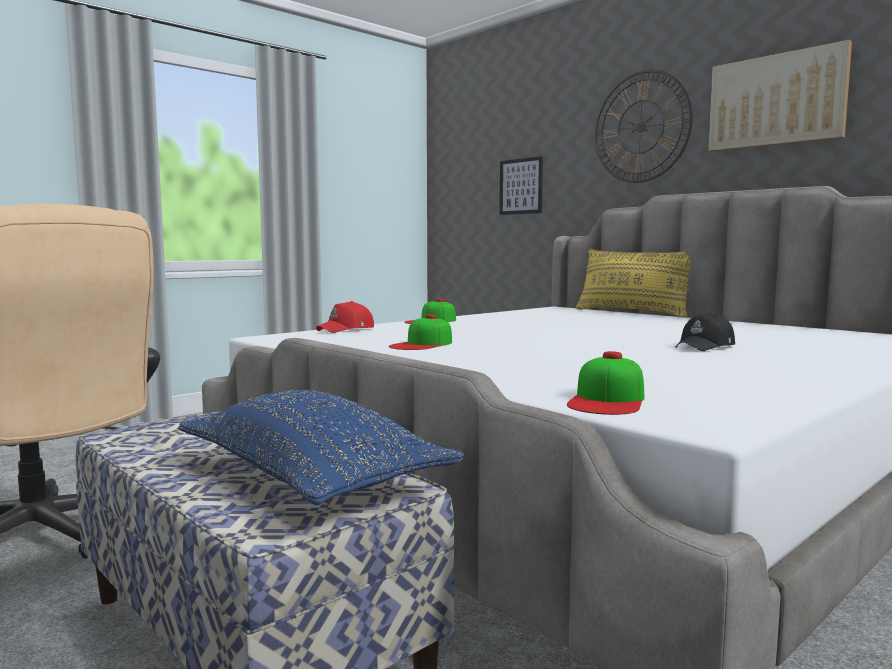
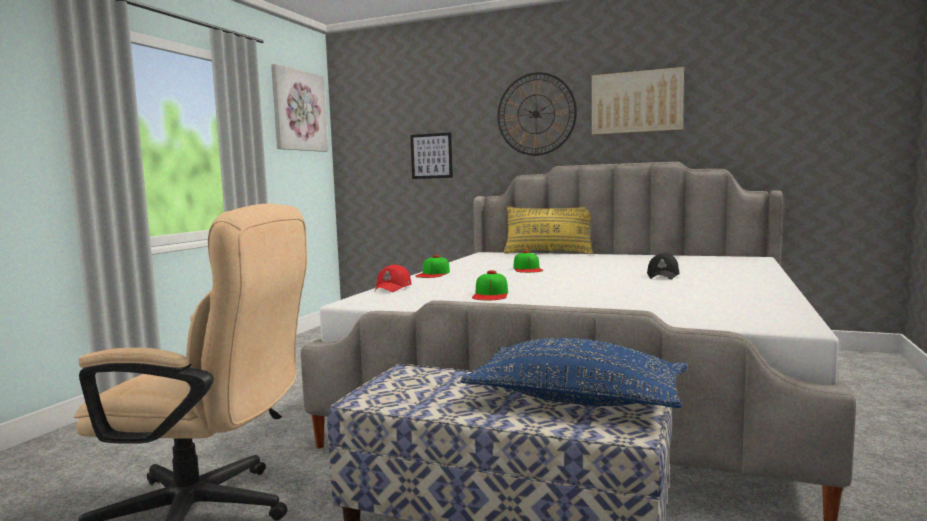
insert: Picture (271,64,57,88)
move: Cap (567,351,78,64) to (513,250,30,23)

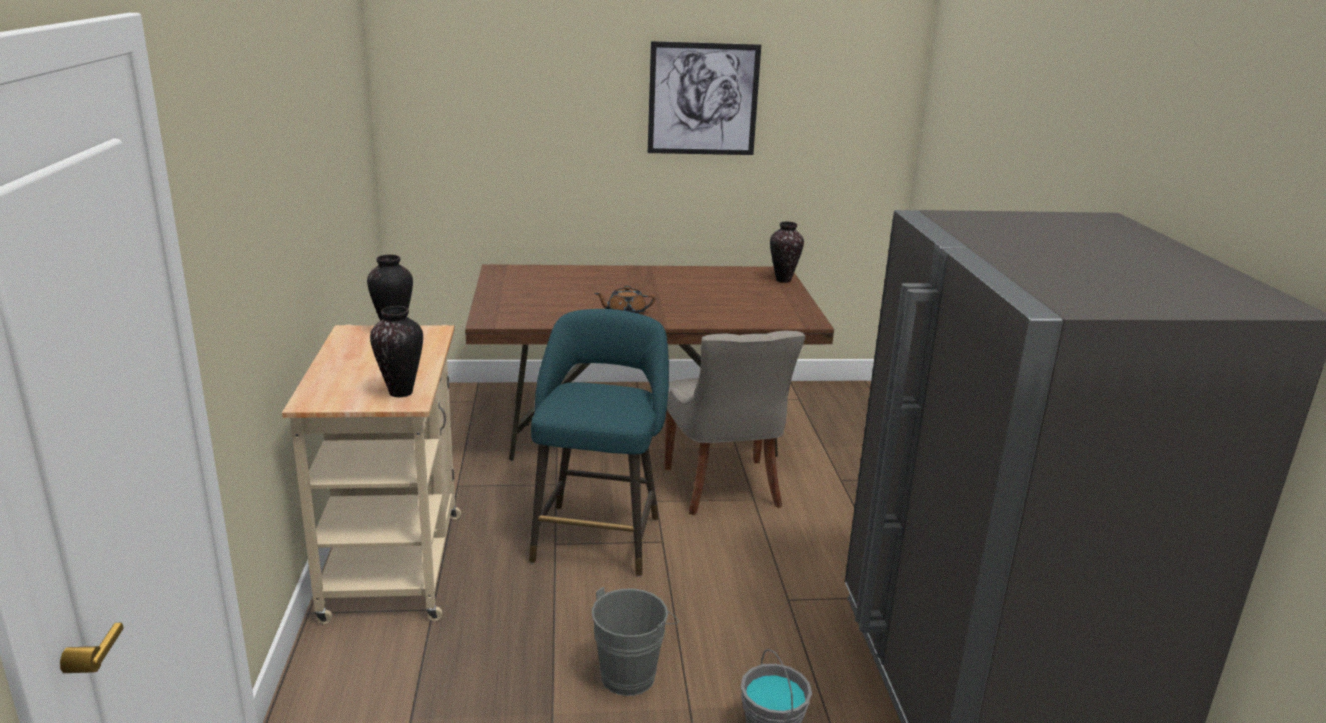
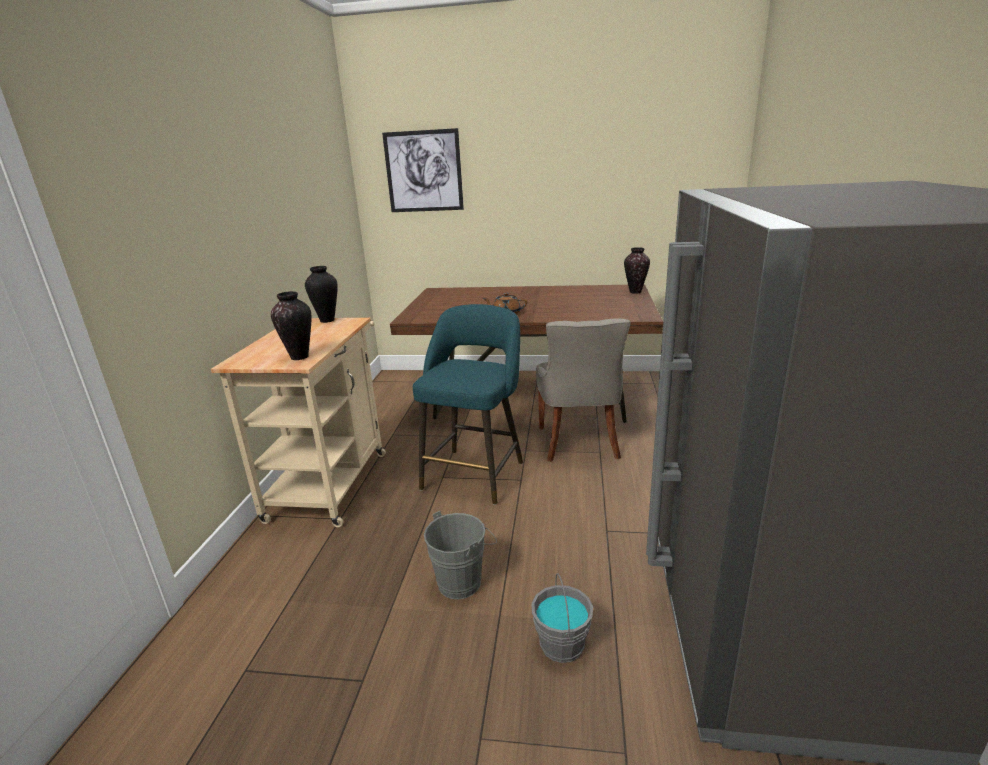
move: Picture (648,41,113,114) to (382,128,82,84)

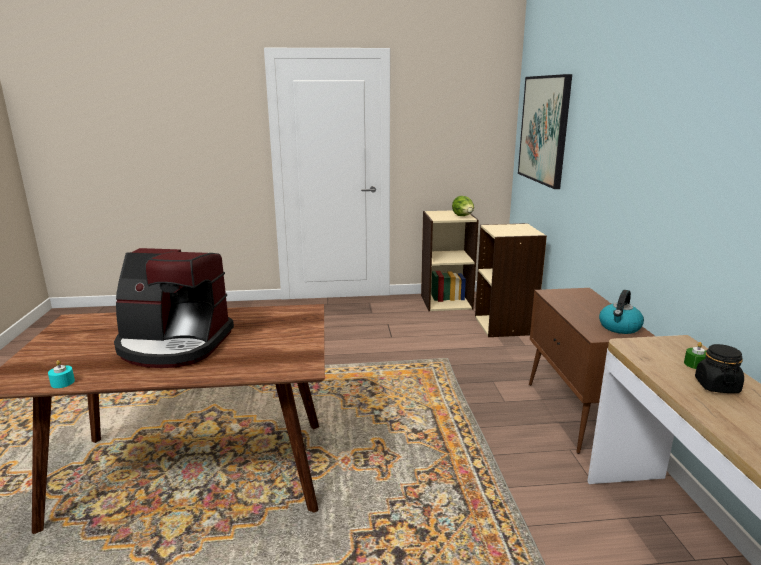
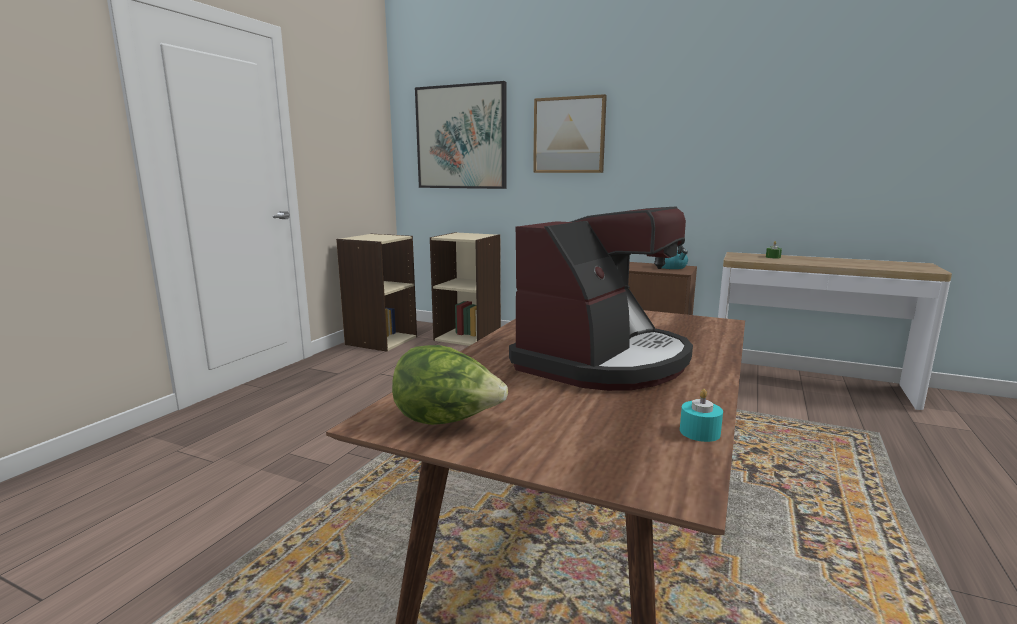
delete: BlackJar (695,344,49,49)
insert: Picture (533,94,74,79)
move: Lettuce (452,196,22,20) to (392,345,116,80)

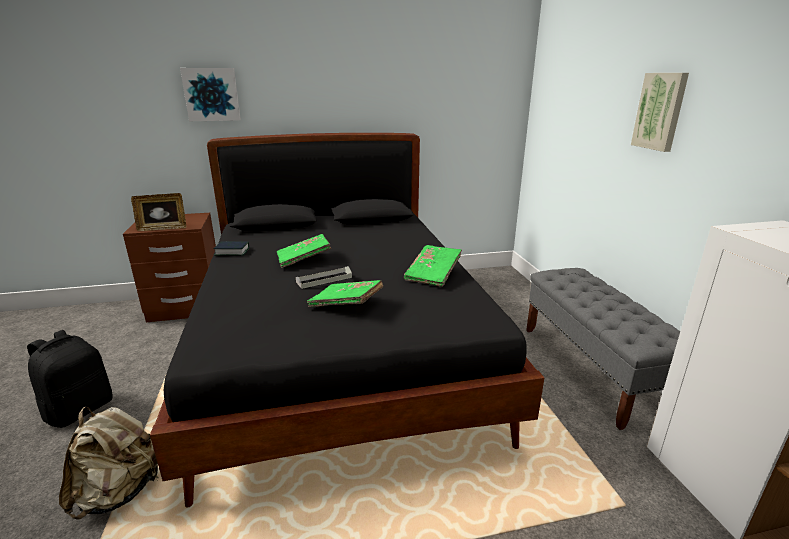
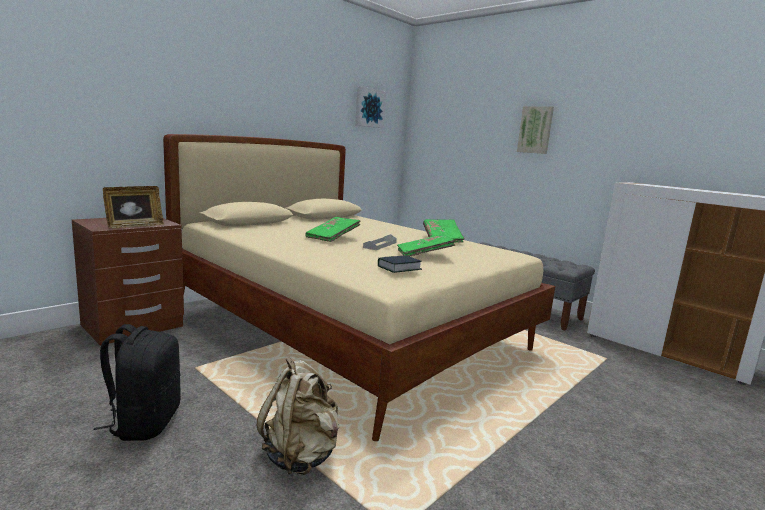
move: Picture (180,68,61,53) to (355,87,31,41); Book (214,241,35,14) to (378,255,44,18)
recolor: BlackBed (150,133,394,375) to BeigeBed (163,134,392,307)

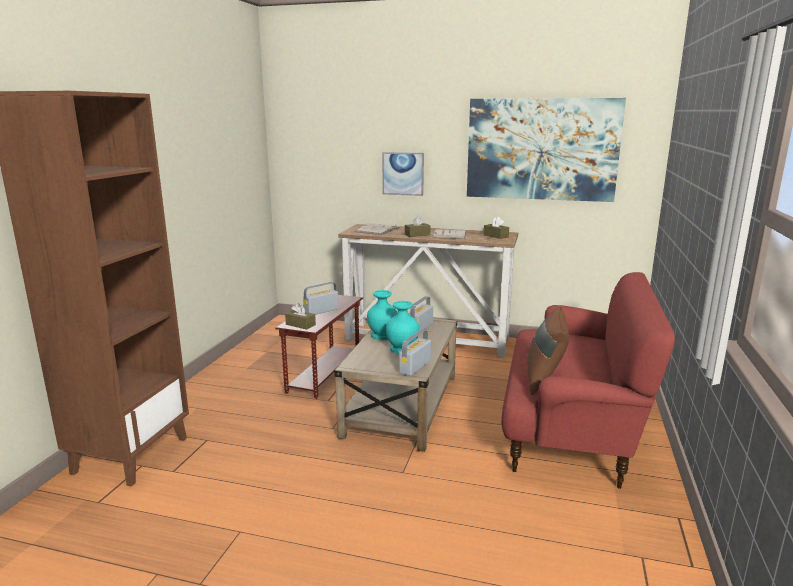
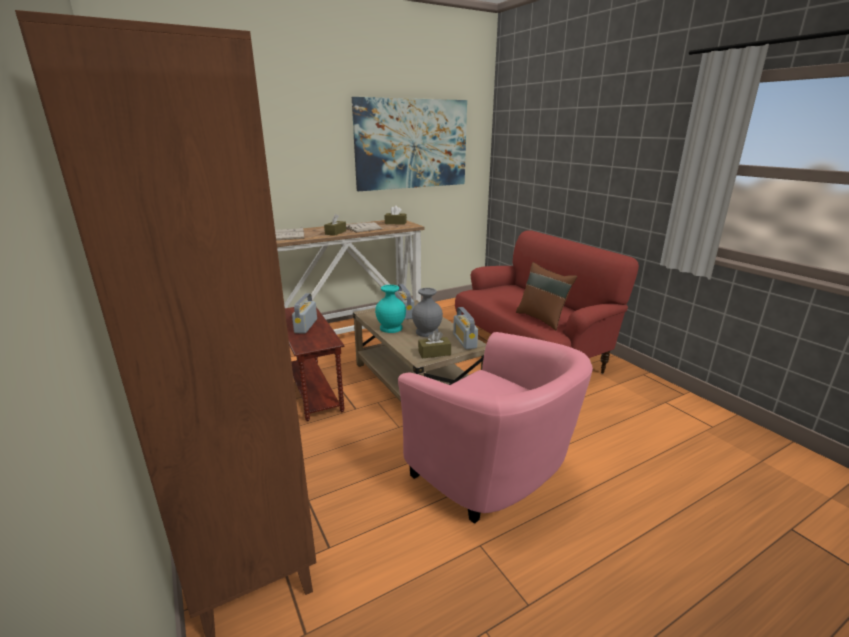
delete: Picture (382,152,42,44)
insert: PinkArmchair (398,332,195,192)
move: BrownTissueBox (285,303,31,27) to (418,330,33,28)
recolor: TurquoiseVase (386,301,33,53) to GreyVase (412,288,31,49)

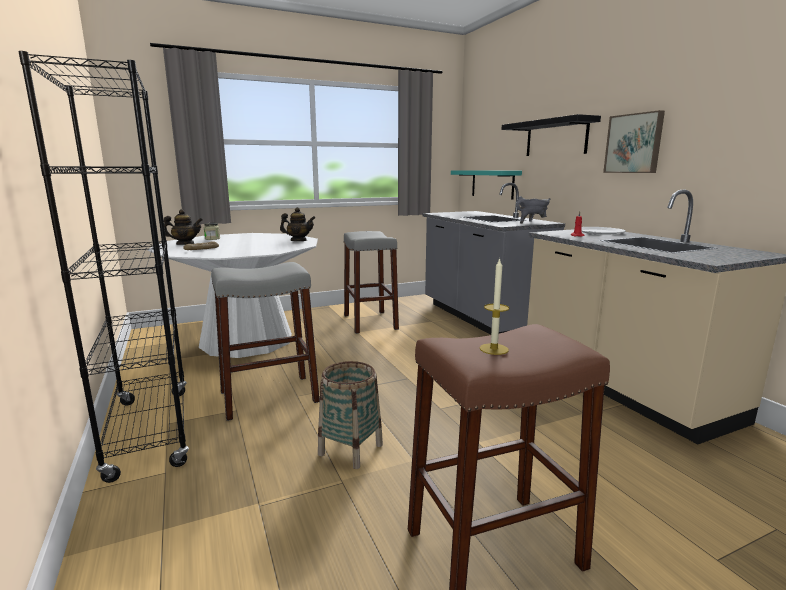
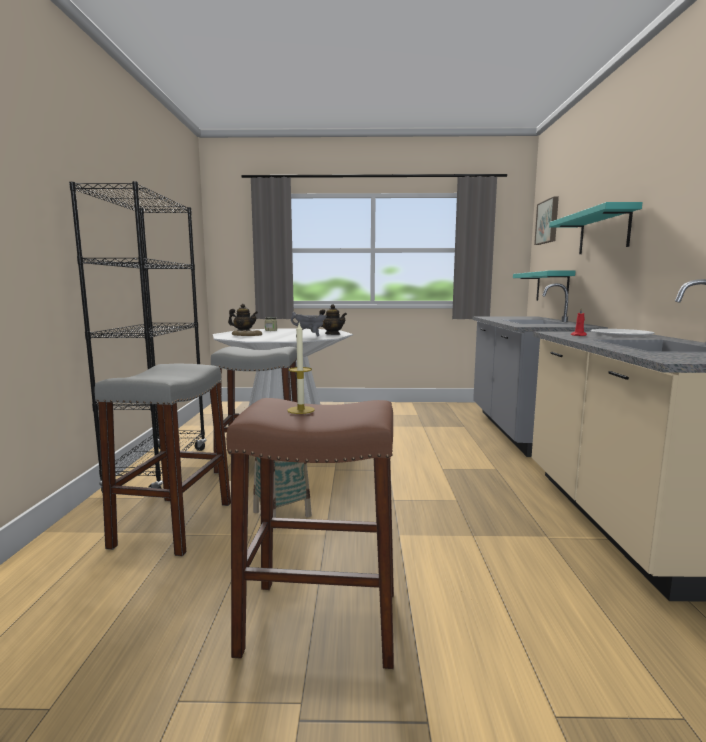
move: GreyStool (343,231,56,103) to (94,364,137,192); GreyCookingPot (516,196,34,28) to (291,312,36,26); Picture (603,110,62,63) to (534,197,25,48)
recolor: BlackShelf (501,114,100,42) to TurquoiseShelf (549,202,94,52)

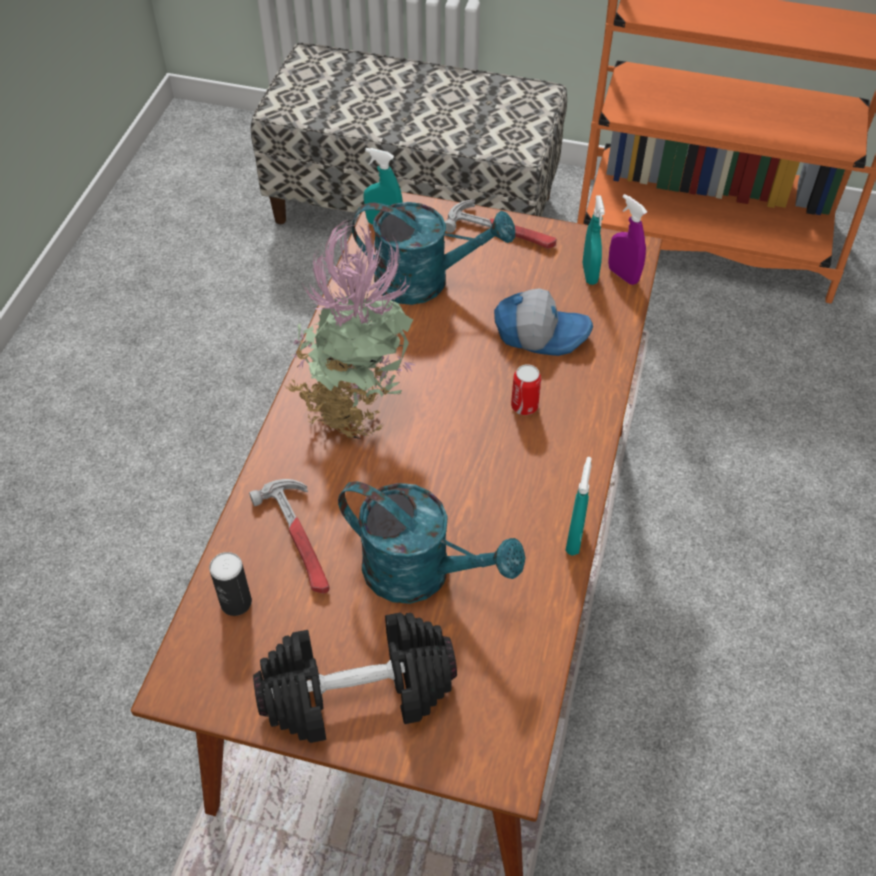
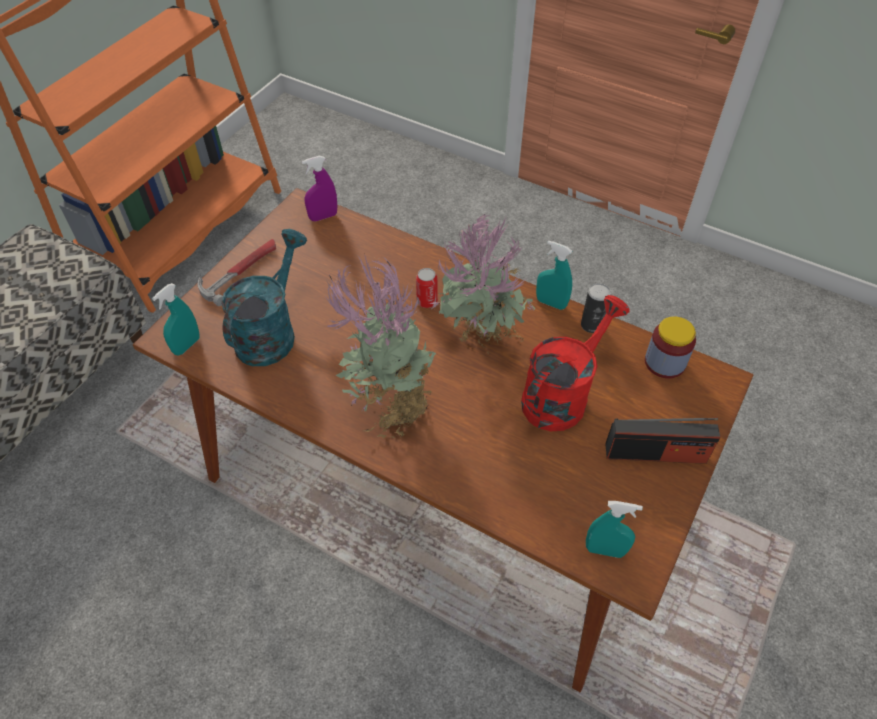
delete: Hammer (249,479,81,114); Cap (494,288,99,68)
insert: PottedPlant (429,214,107,139); Jar (645,316,51,63)
move: Can (209,552,43,64) to (581,283,30,50); TurquoiseSprayBottle (583,195,22,90) to (586,501,57,57)
replace: BlackDumbbell (253,612,204,131) to Radio (605,418,115,46)
recolor: TurquoiseWateringCan (338,482,187,122) to RedWateringCan (521,295,109,136)

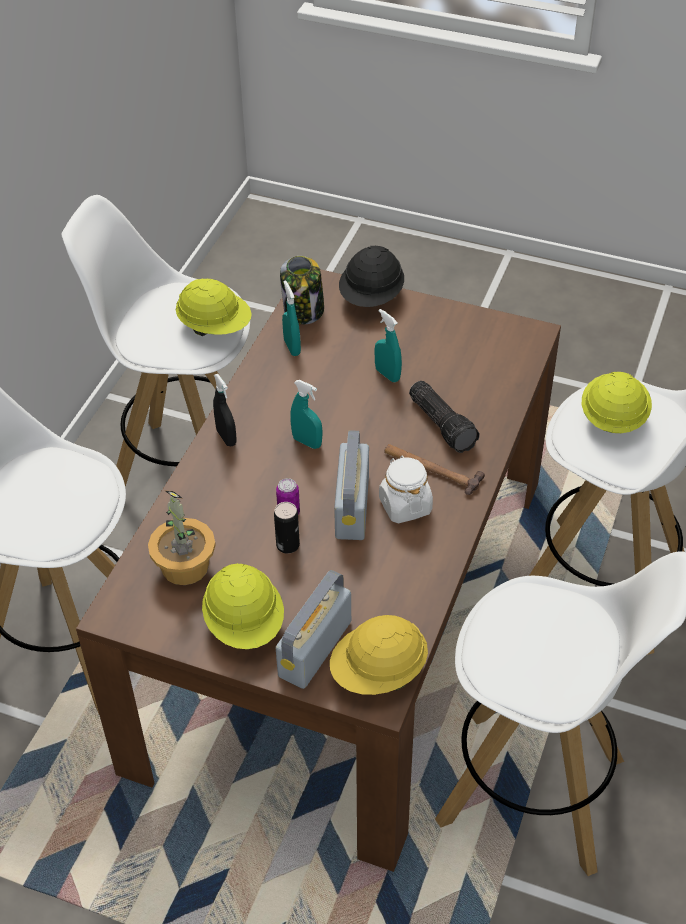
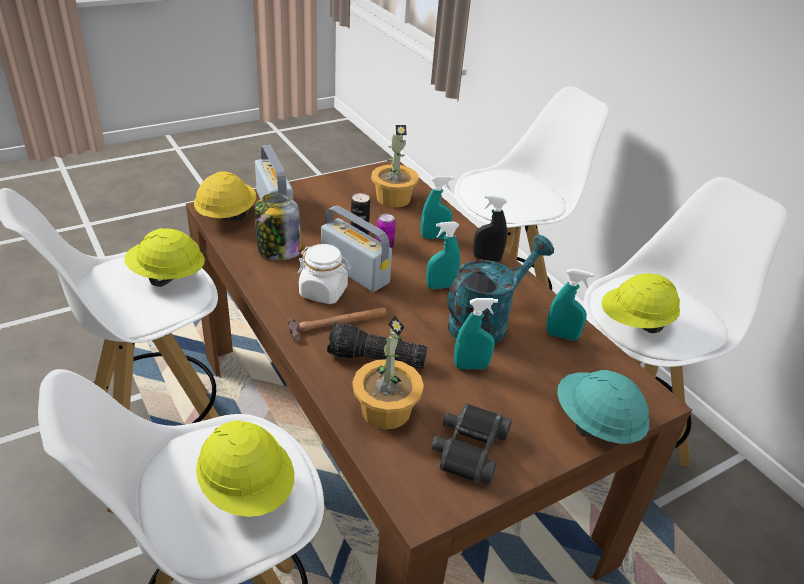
insert: PottedPlant (353,316,71,114); TurquoiseSprayBottle (421,176,32,63); BlackBinoculars (431,404,81,81); TurquoiseWateringCan (447,235,107,109)
move: YellowHardHat (202,563,82,86) to (124,228,81,59); Jar (280,256,44,68) to (255,193,46,67)
recolor: BlackHardHat (339,246,65,61) to TurquoiseHardHat (557,370,92,74)

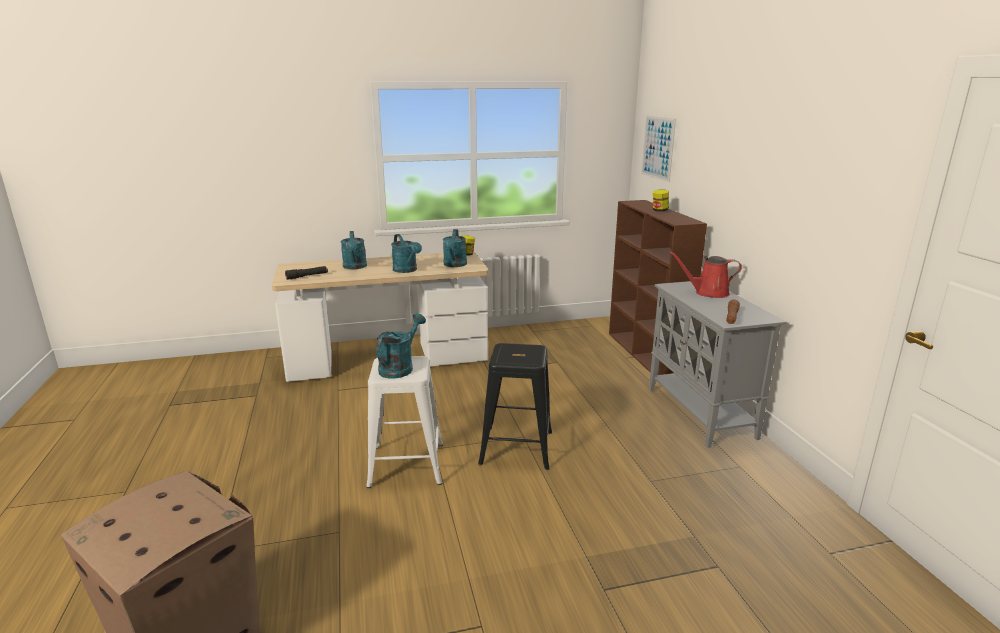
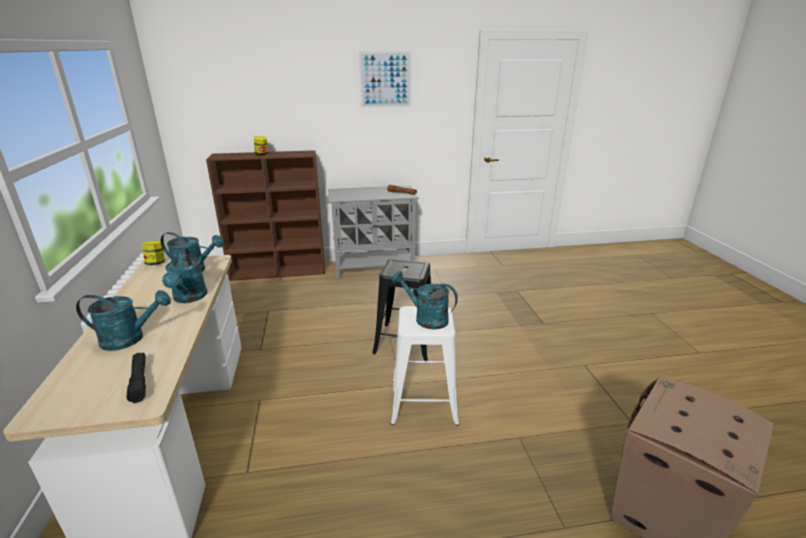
delete: RedWateringCan (670,252,72,46)
move: Picture (641,115,35,67) to (359,51,53,57)
rotate: TurquoiseWateringCan (391,234,31,39) = (162,248,45,55) 105 degrees clockwise

